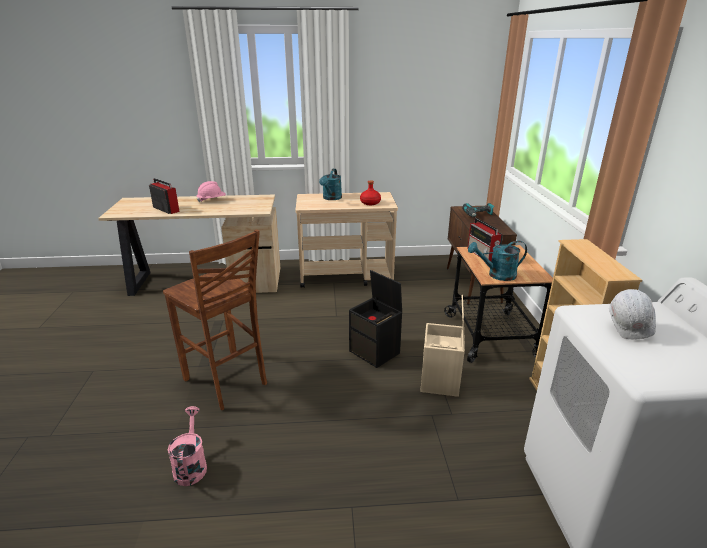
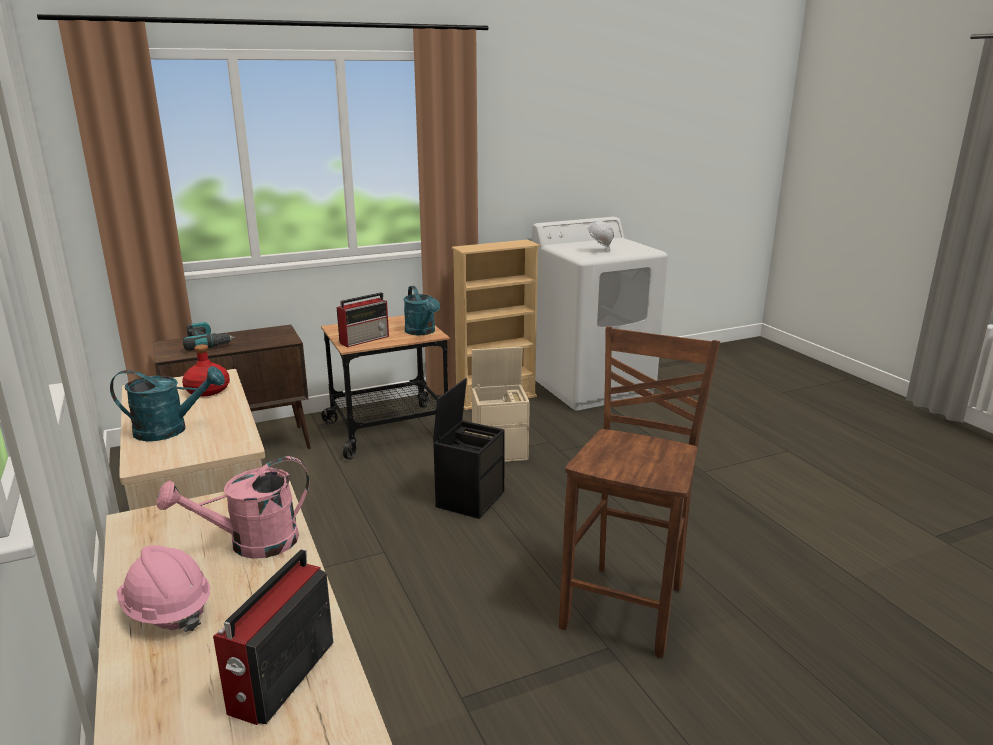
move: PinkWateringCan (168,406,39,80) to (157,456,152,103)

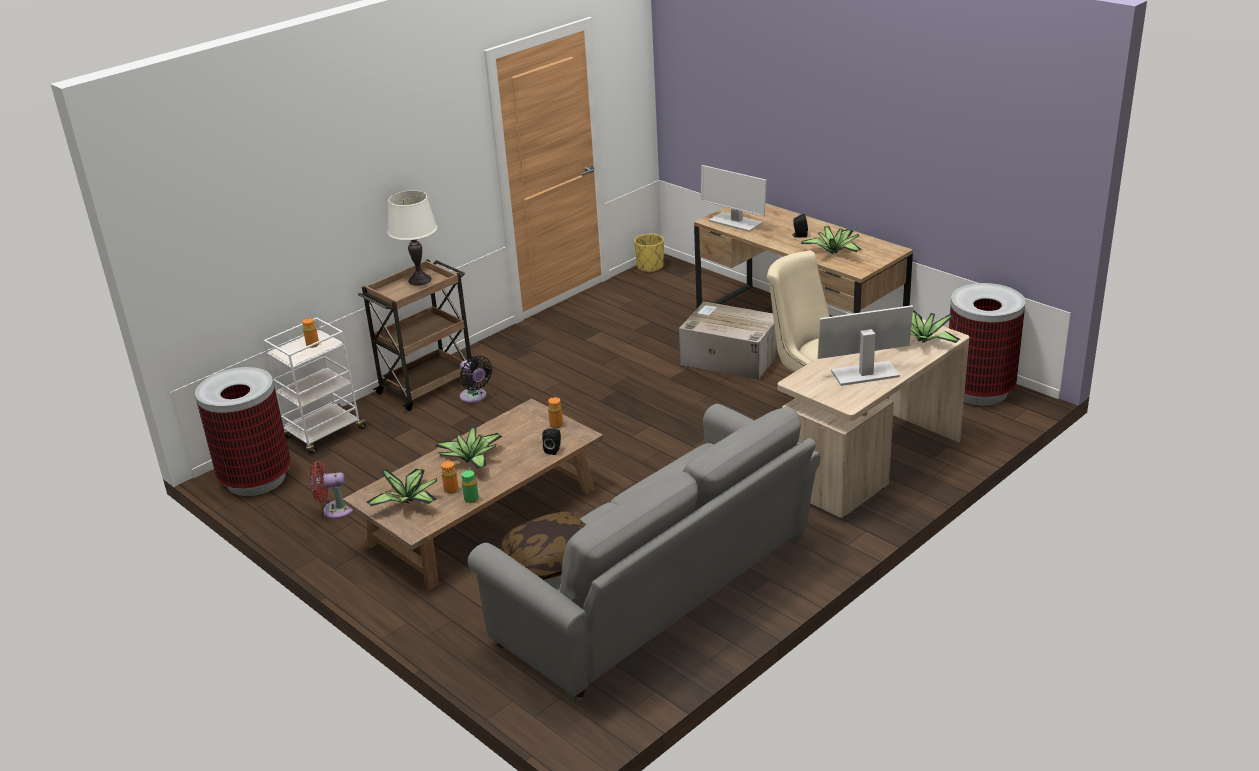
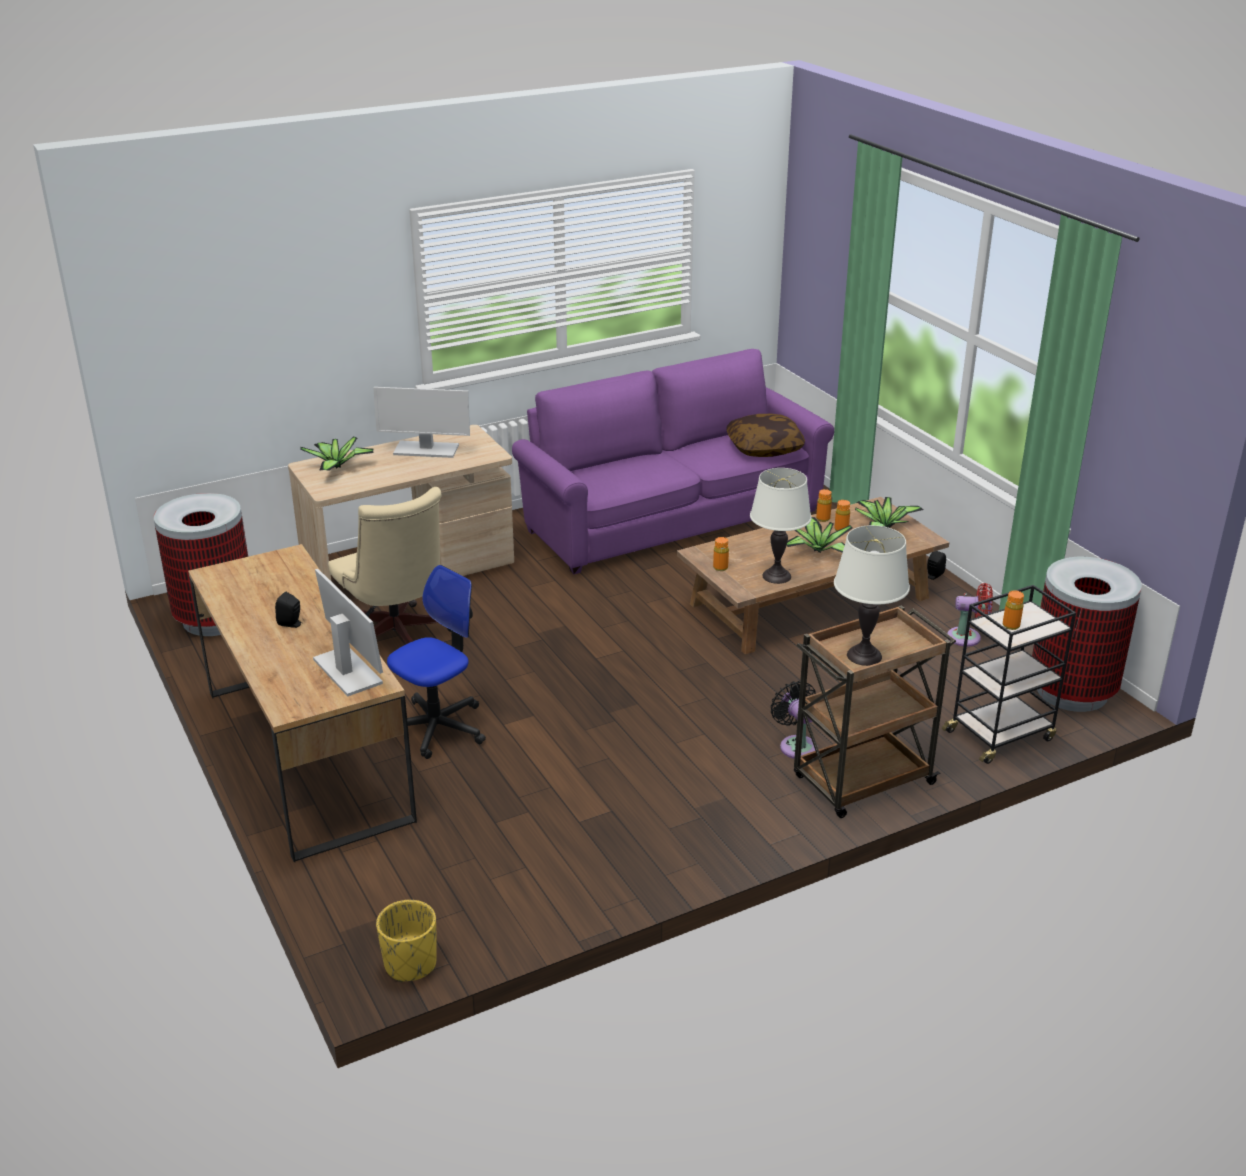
delete: PottedPlant (801,226,61,28)
insert: WhiteTableLamp (750,468,62,116)
move: BlackSpeaker (542,428,19,27) to (927,551,19,29)
replace: CardboardBox (679,302,99,78) to OfficeChair (387,565,99,194)
recolor: GreySofa (468,404,353,299) to PurpleSofa (512,349,322,226); GreenBottle (461,470,18,33) to OrangeBottle (816,489,16,33); WhiteCart (264,317,105,137) to BlackCart (942,585,134,179)

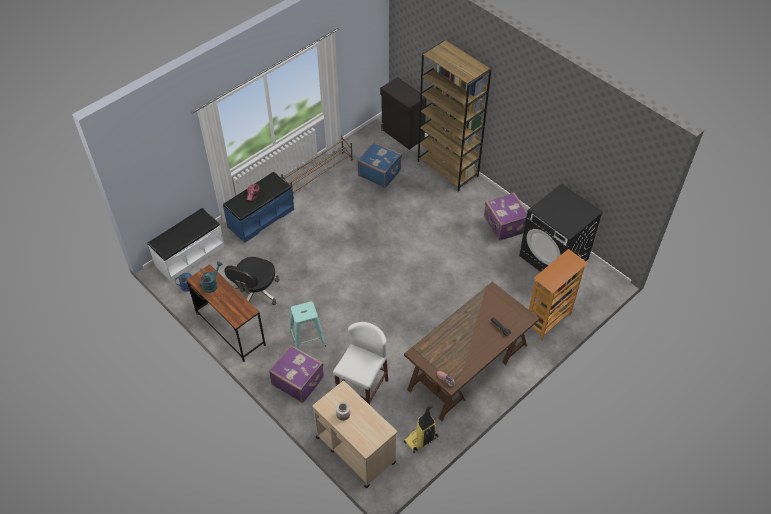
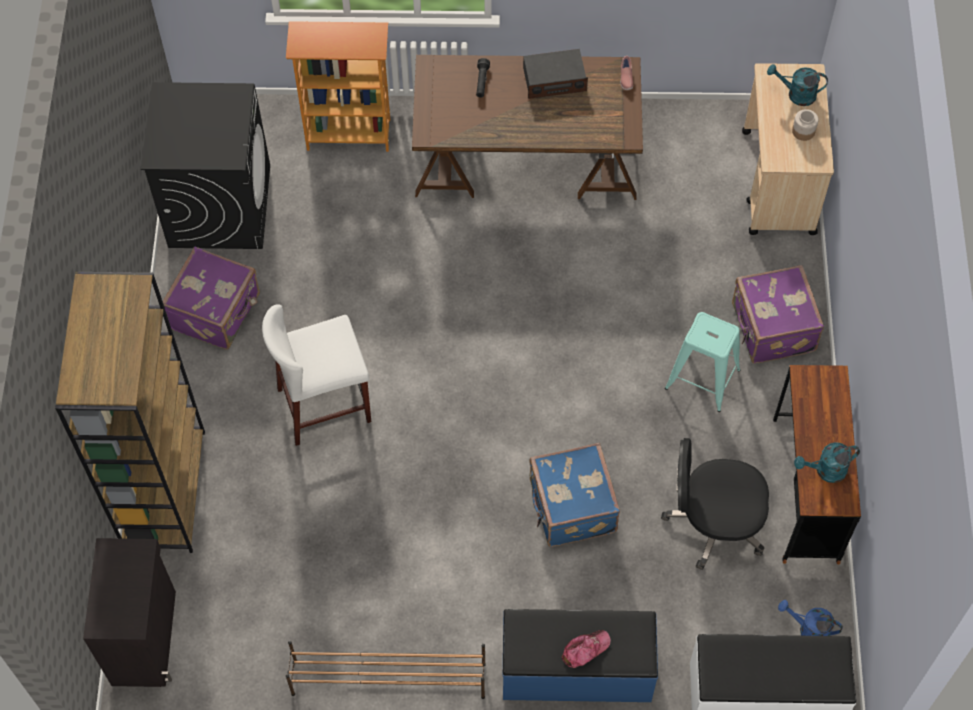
delete: VacuumCleaner (404,405,34,48)
insert: Radio (523,49,65,50); TurquoiseWateringCan (767,64,61,42)
move: WhiteStool (333,322,55,83) to (262,304,109,142); BlueSuitcase (357,142,45,46) to (529,443,91,104)
rotate: BlackOfficeChair (224,257,55,48) = (661,438,108,132) 150 degrees counterclockwise

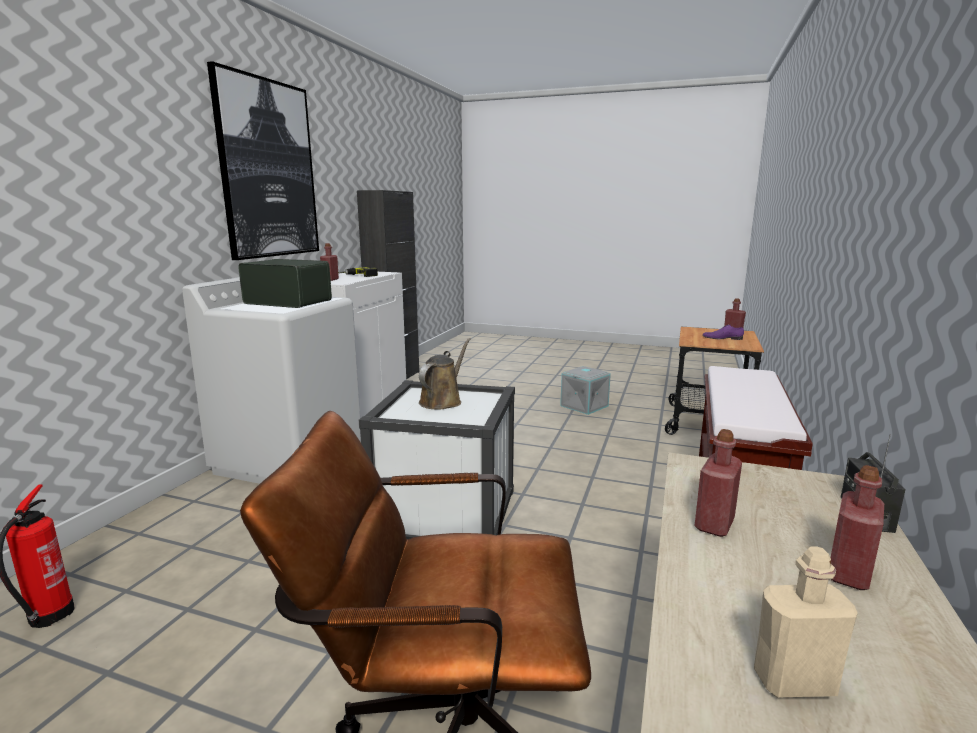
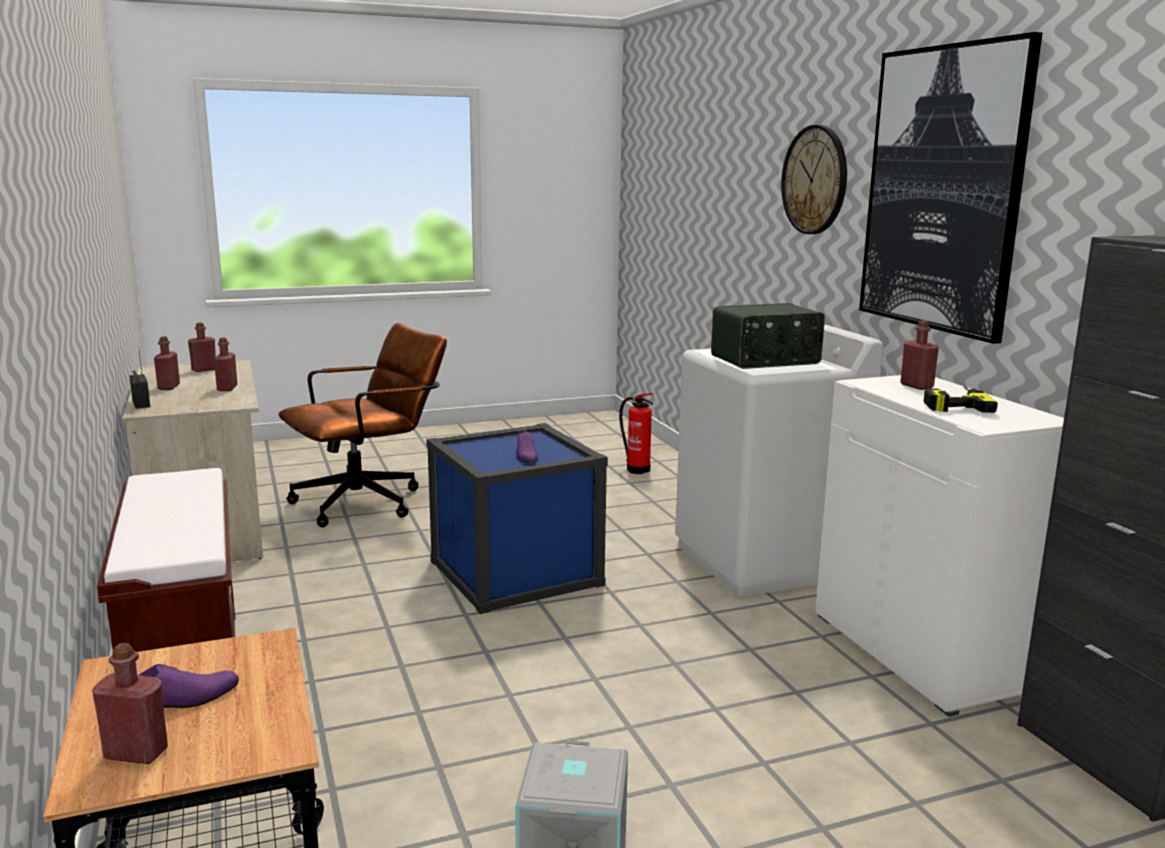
insert: WallClock (781,125,66,109)
replace: BrownWateringCan (419,338,52,71) to PurpleShoe (517,430,21,32)
recolor: BeigeBottle (754,547,104,151) to RedBottle (188,322,28,50); WhiteStorageBox (359,380,156,159) to BlueStorageBox (426,423,182,191)

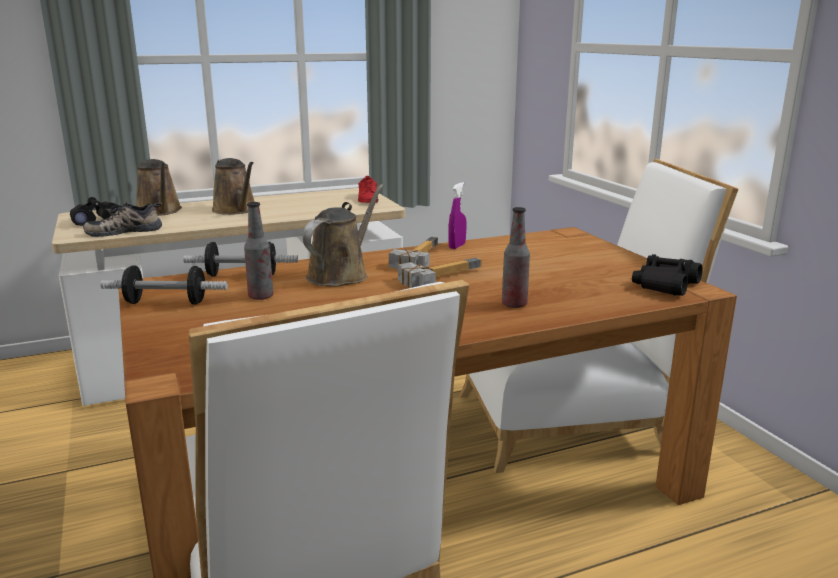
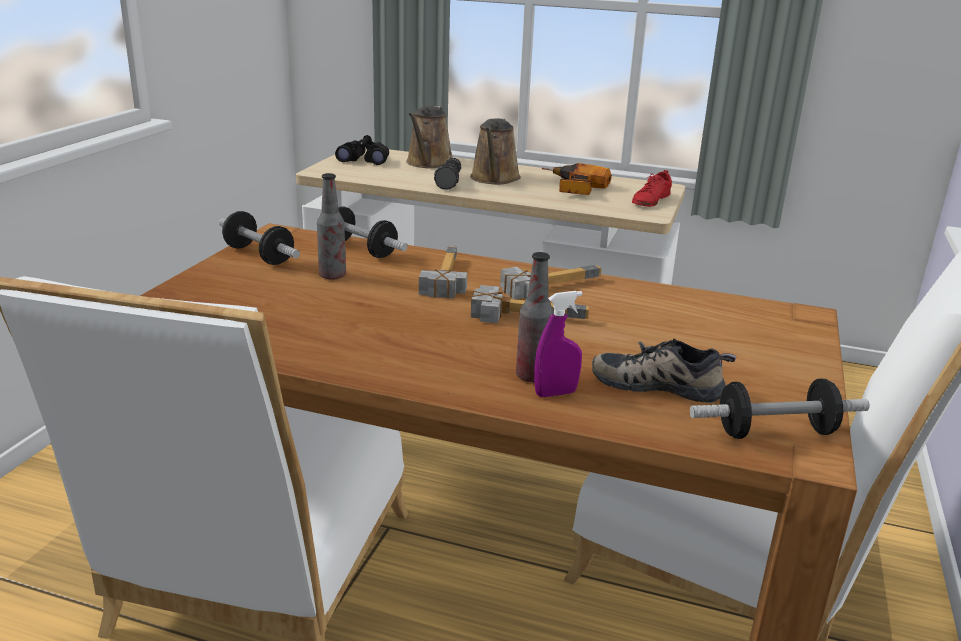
insert: Flashlight (434,158,27,32); PowerDrill (542,163,70,32)
move: PurpleSprayBottle (448,182,18,67) to (534,291,49,106); Shoe (83,202,79,35) to (592,339,145,64)
replace: BrownWateringCan (303,184,81,103) to Hammer (419,246,48,53); BlackBinoculars (632,254,71,42) to Dumbbell (690,379,180,60)

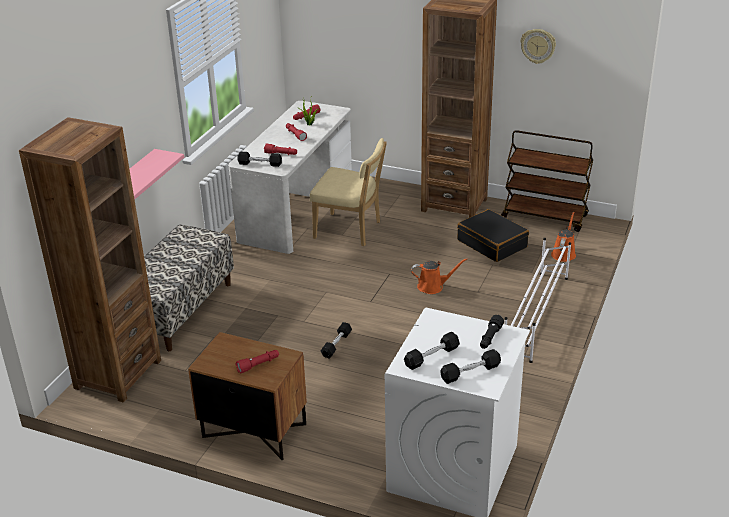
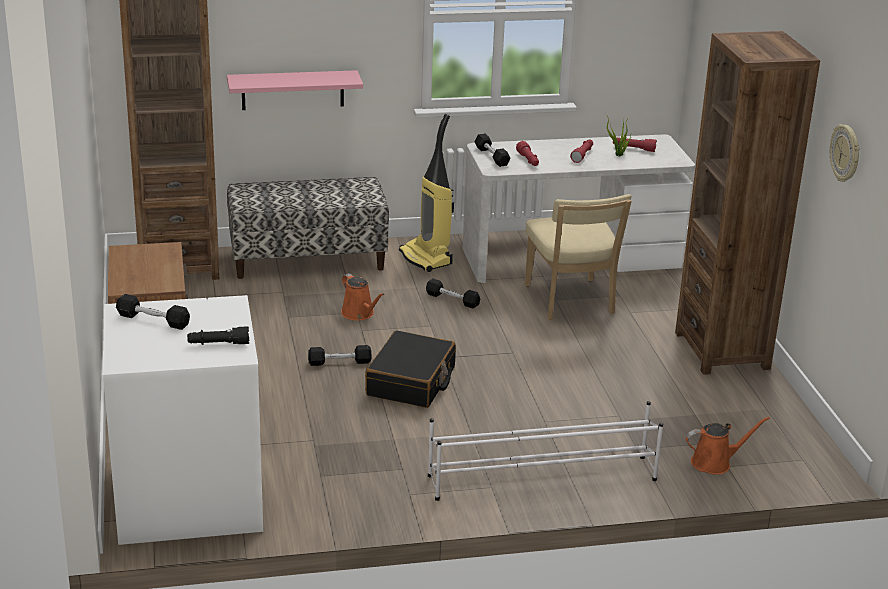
delete: RedFlashlight (235,350,44,24); BrownCart (501,130,92,102)
insert: VacuumCleaner (399,114,55,158)
move: OrangeWateringCan (411,258,57,36) to (341,273,44,48); BlackSuitcase (457,209,72,53) to (365,330,91,78); BlackDumbbell (440,349,61,35) to (426,278,54,30)

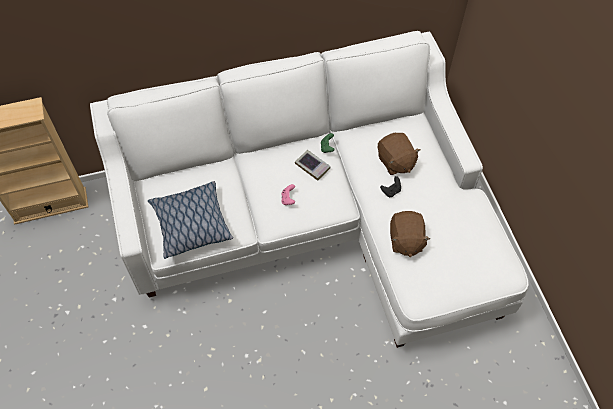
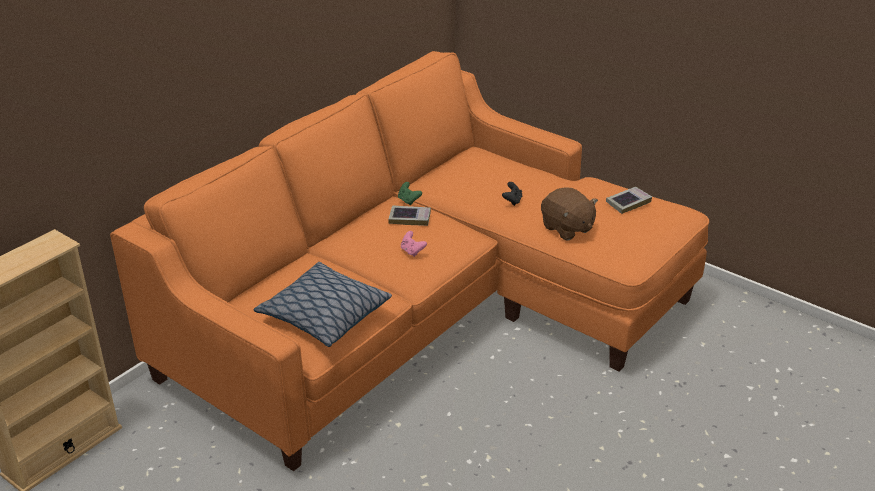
delete: BrownPlushToy (378,133,42,42)
insert: Book (606,187,46,27)
recolor: WhiteSofa (90,31,439,317) to OrangeSofa (110,51,599,420)

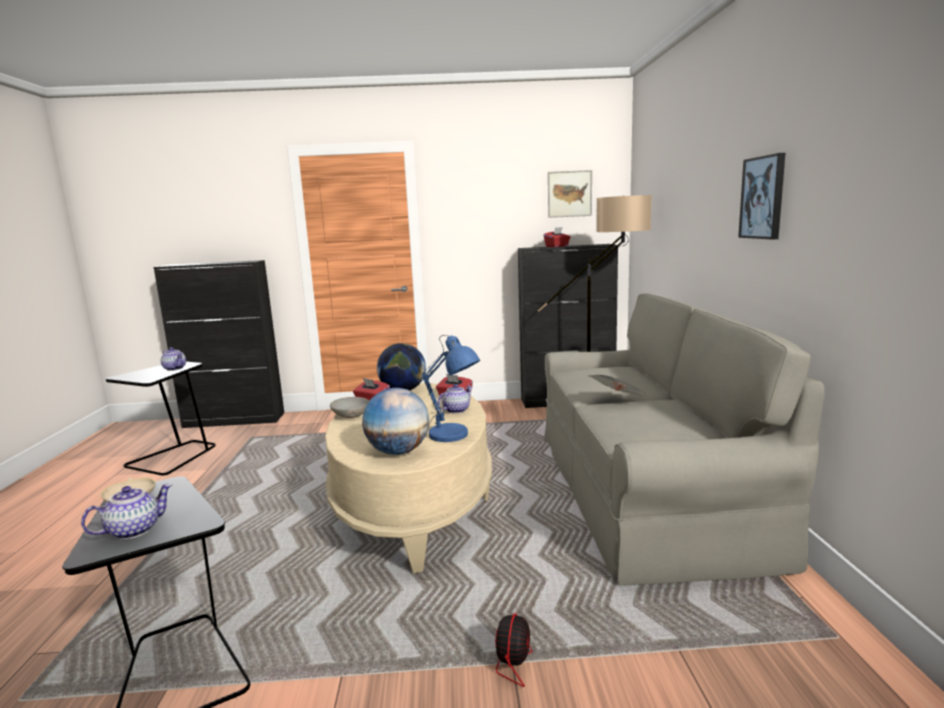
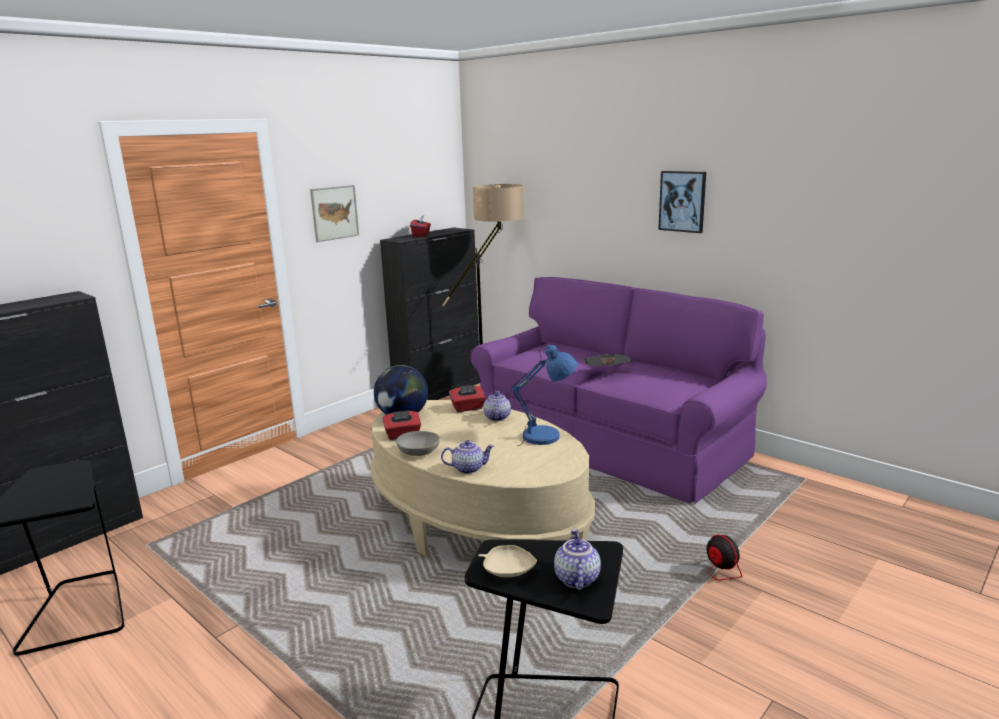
delete: Globe (362,388,67,67)
move: Picture (548,170,44,48) to (310,185,49,57); Teapot (161,347,25,24) to (441,440,53,34)
recolor: GreySofa (544,294,281,292) to PurpleSofa (470,277,297,227)

